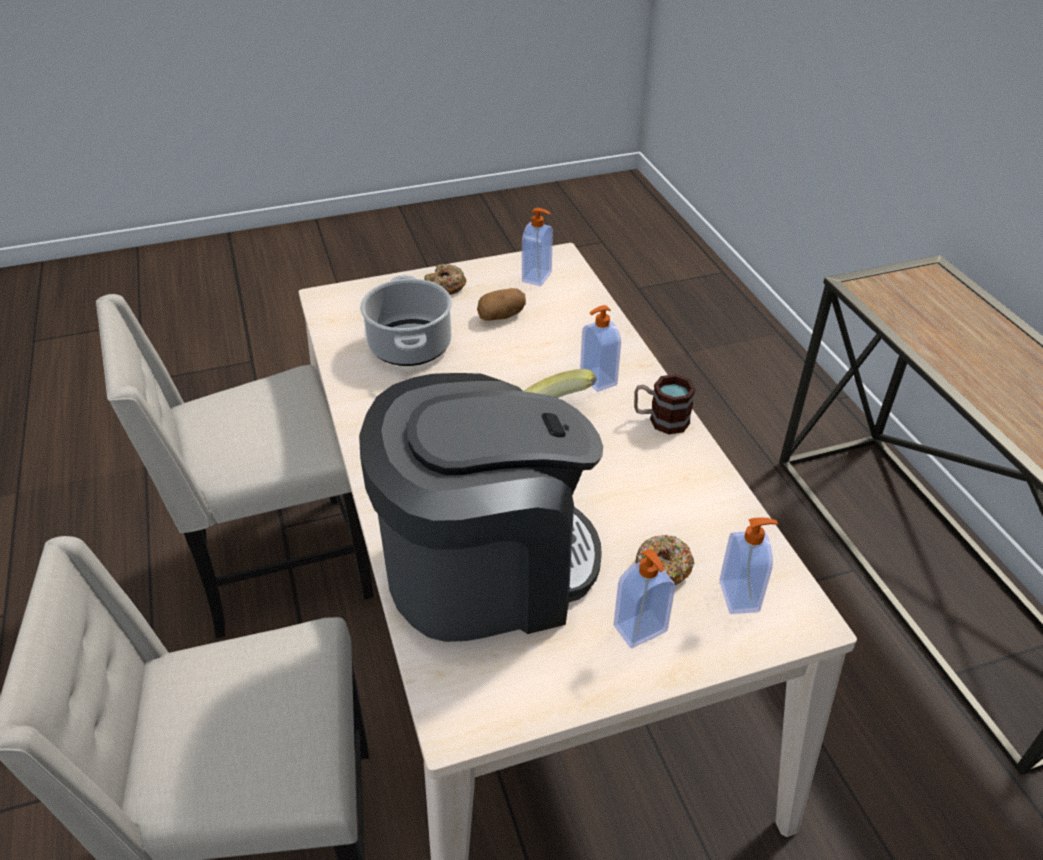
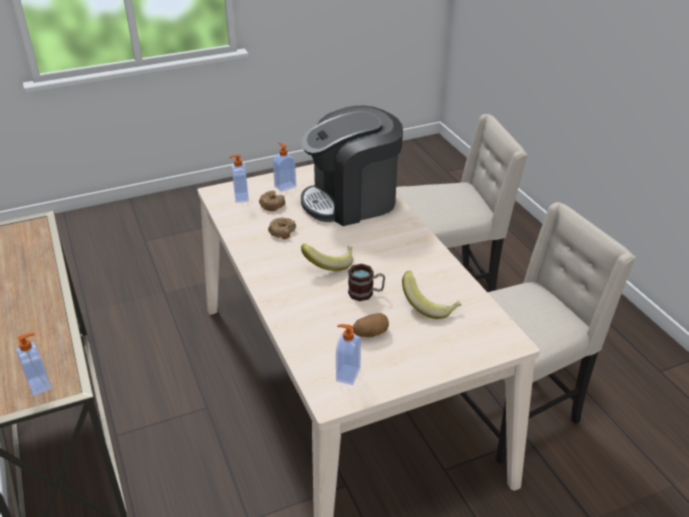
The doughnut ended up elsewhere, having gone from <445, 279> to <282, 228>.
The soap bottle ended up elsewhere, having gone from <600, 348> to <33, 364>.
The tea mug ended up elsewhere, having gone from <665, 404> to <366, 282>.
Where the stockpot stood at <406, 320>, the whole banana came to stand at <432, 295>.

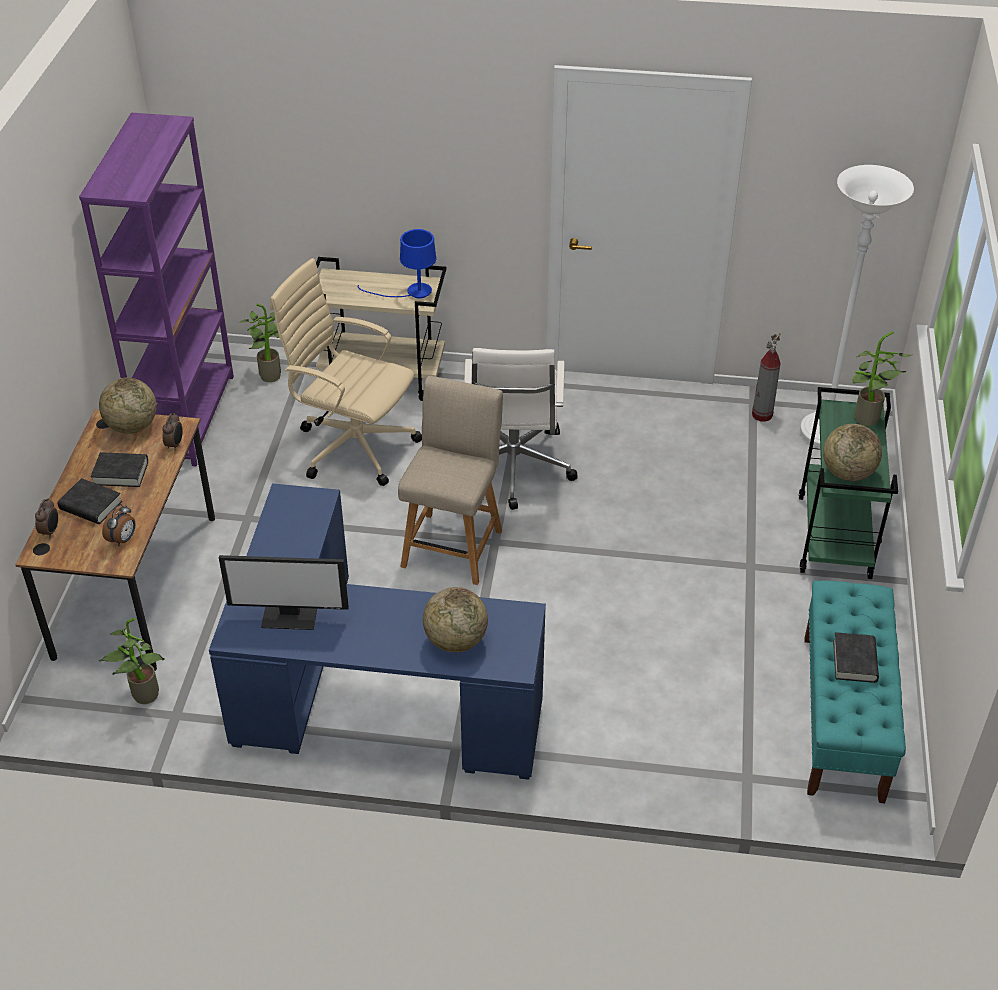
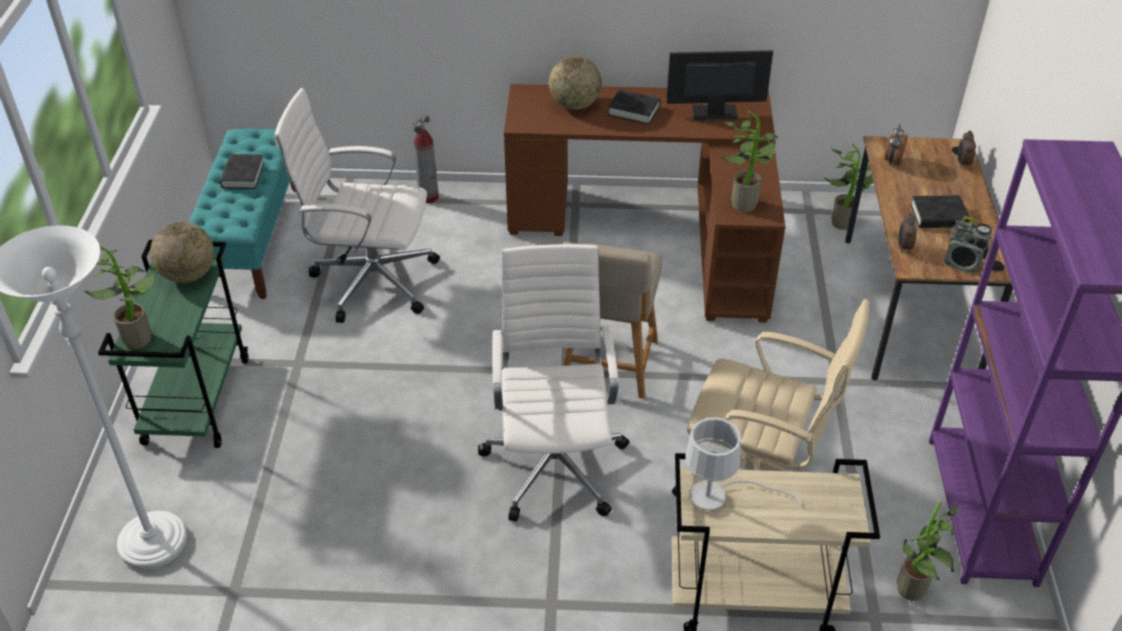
The second view gained the white computer chair at <357, 205>.
The second view gained the houseplant at <749, 161>.
The blackish volume ended up elsewhere, having gone from <90, 501> to <634, 107>.
The fire extinguisher ended up elsewhere, having gone from <766, 377> to <426, 159>.
Where the world globe stood at <128, 406>, the radio came to stand at <968, 244>.
What was the blue-coloured desk at <377, 631> turned into the brownish desk at <644, 203>.
What was the blue-coloured lamp for a table at <397, 264> turned into the white lamp for a table at <744, 463>.

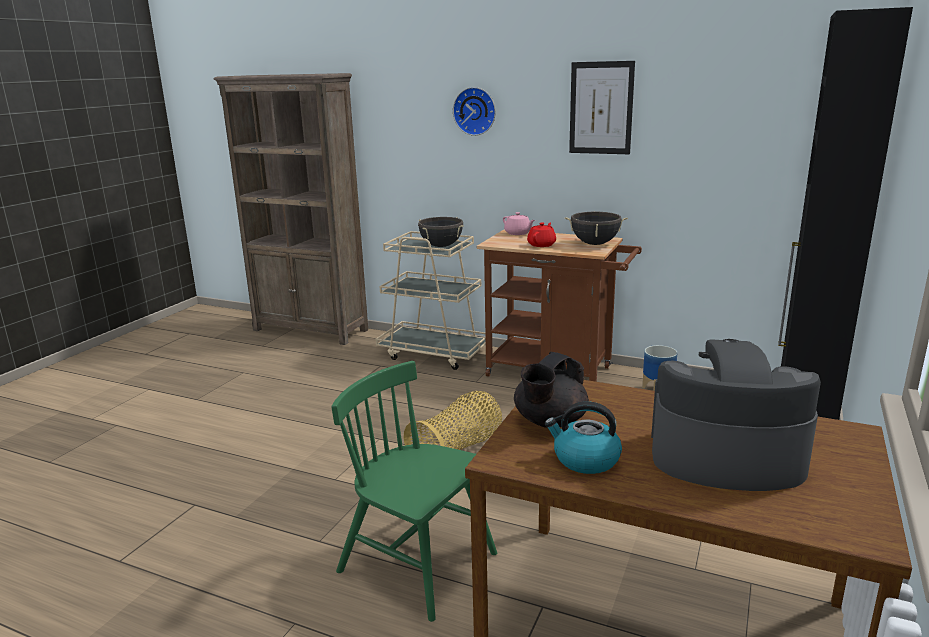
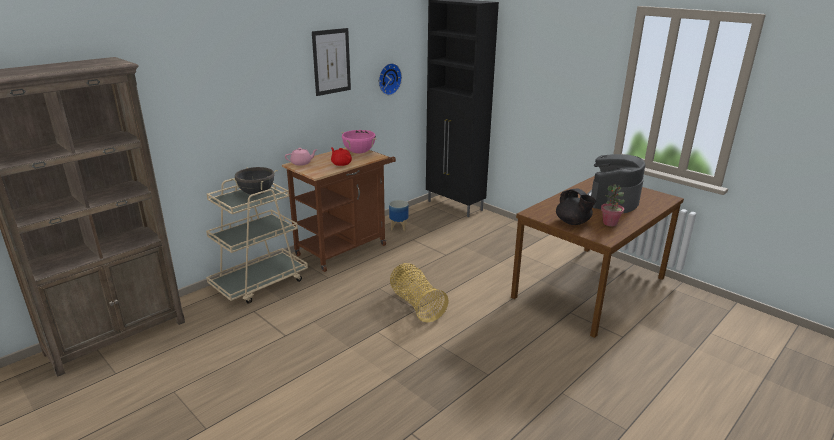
The second view lost the greenish upright chair at <414, 491>.
The wall clock ended up elsewhere, having gone from <474, 111> to <390, 79>.
Where the kettle stood at <583, 437>, the houseplant came to stand at <613, 205>.
What was the blackish stockpot at <596, 228> turned into the pink-coloured stockpot at <359, 142>.

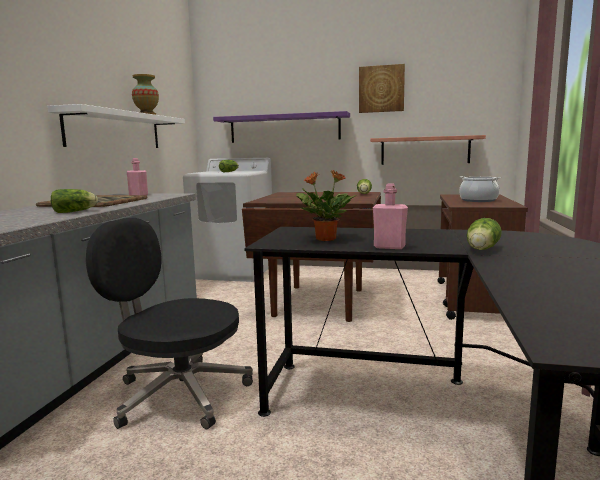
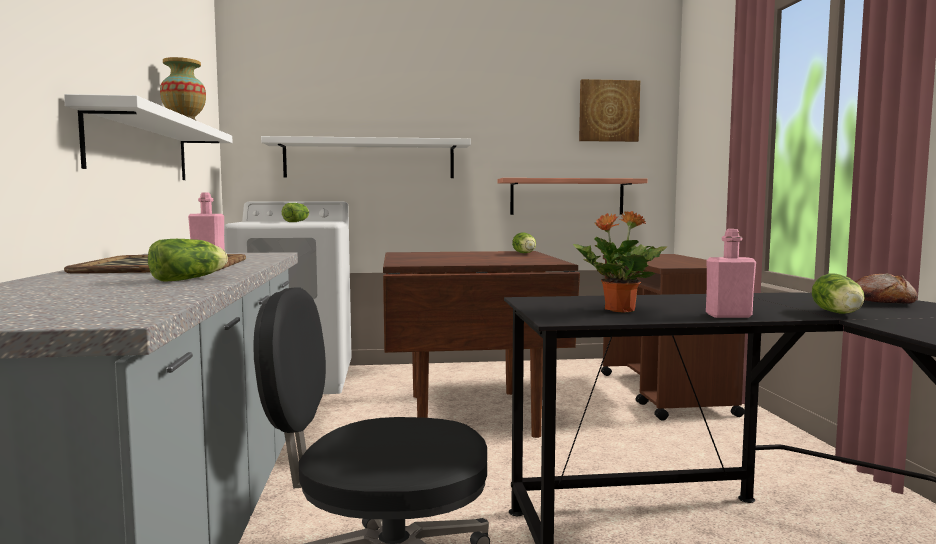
The second view lost the stockpot at <480, 189>.
The second view gained the baked bread at <886, 288>.
The wall picture ended up elsewhere, having gone from <382, 88> to <609, 110>.
What was the purplish shelf at <281, 127> turned into the white shelf at <366, 157>.

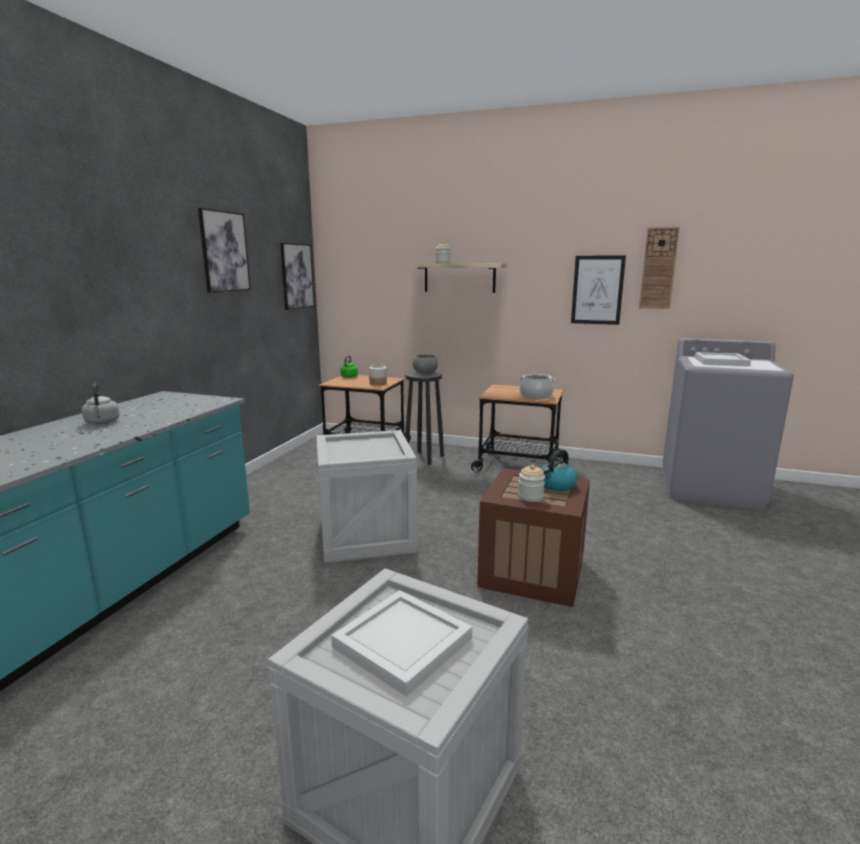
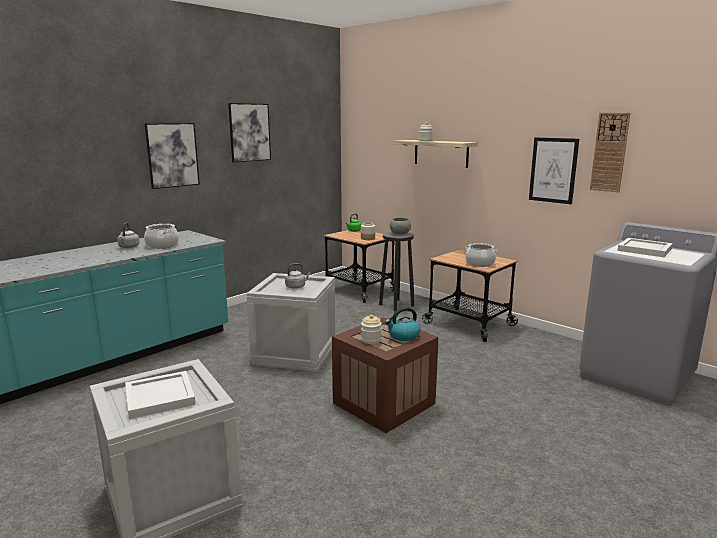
The second view gained the stockpot at <161, 236>.
The second view gained the greyish kettle at <298, 276>.
The wall picture ended up elsewhere, having gone from <297, 276> to <172, 156>.

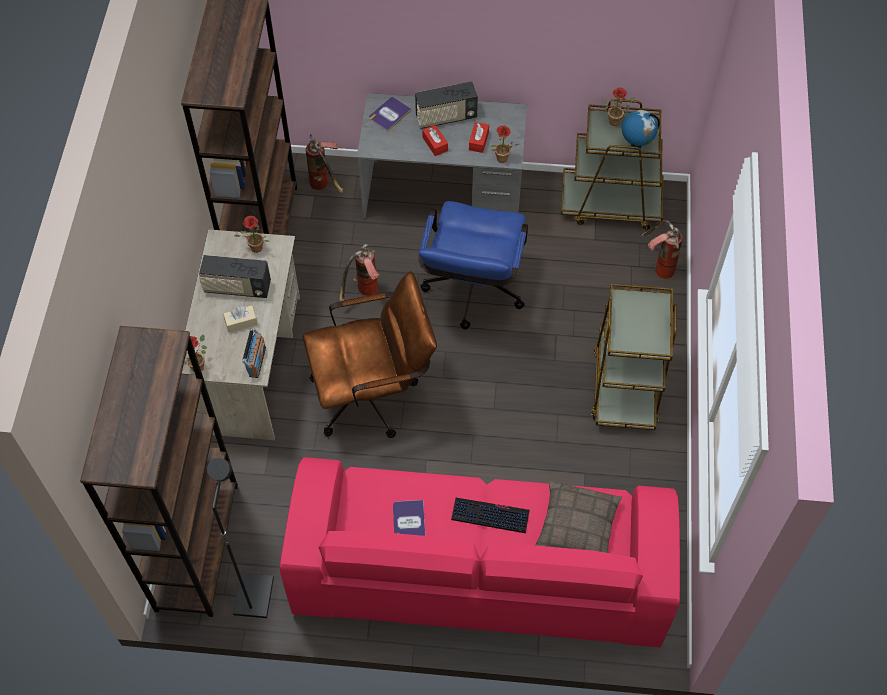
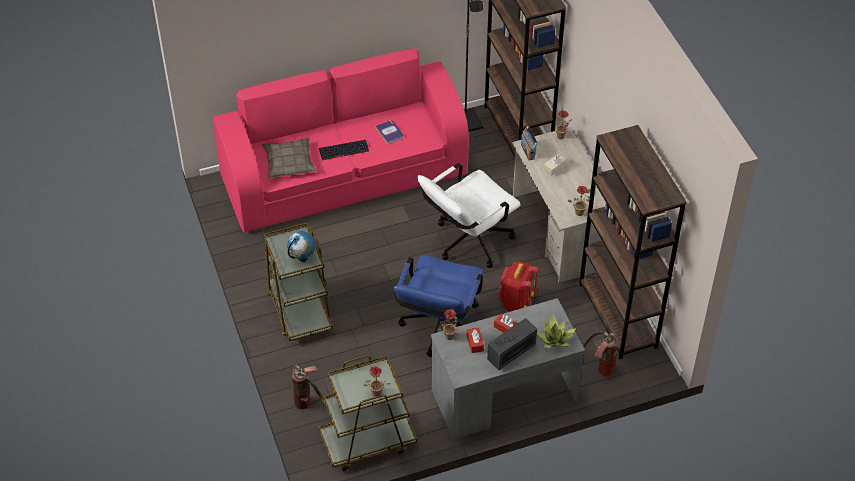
The second view lost the radio at <235, 276>.
The world globe ended up elsewhere, having gone from <641, 130> to <301, 246>.
Where the fire extinguisher stood at <359, 272>, the red rucksack came to stand at <518, 286>.
Where the volume stood at <390, 114>, the houseplant came to stand at <556, 331>.
What was the brownish computer chair at <370, 354> turned into the white computer chair at <469, 215>.
The blue-coloured computer chair at <473, 265> ended up facing another way, 150 degrees counterclockwise from before.

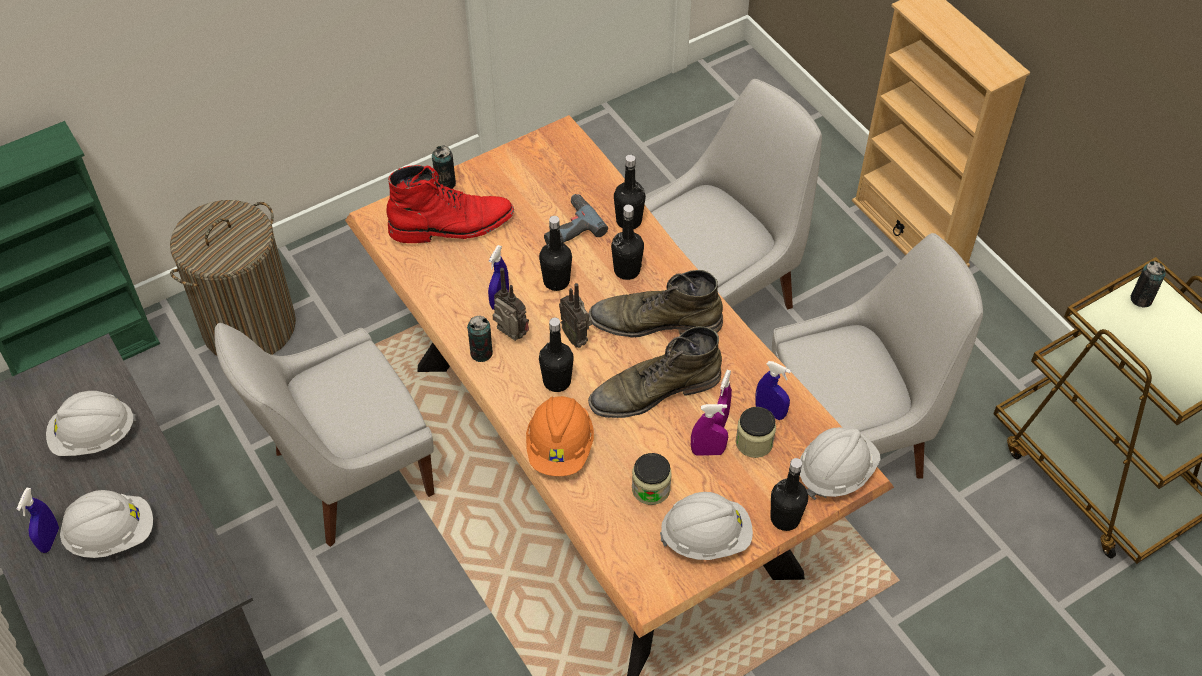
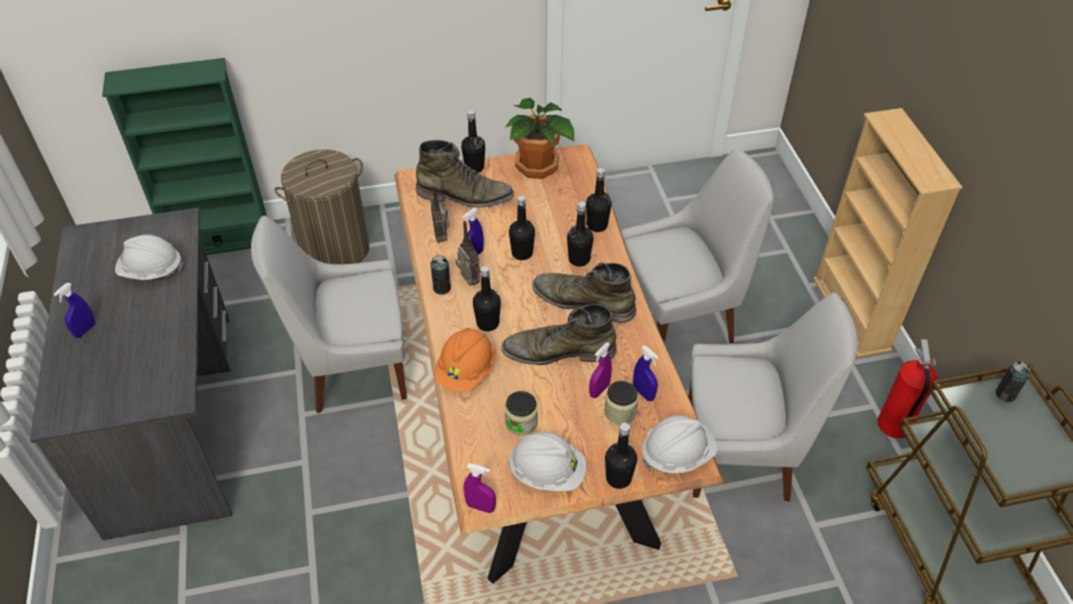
The second view lost the white safety helmet at <106, 524>.
The second view lost the drill at <576, 219>.
The second view gained the houseplant at <540, 138>.
The second view gained the fire extinguisher at <907, 389>.
The radio ended up elsewhere, having gone from <575, 315> to <440, 214>.
The purplish hand sprayer ended up elsewhere, having gone from <709, 429> to <480, 488>.
Where the sealed can stood at <444, 167>, the blackish bottle came to stand at <473, 141>.
What was the red high-top boot at <450, 204> turned into the greenish high-top boot at <465, 174>.

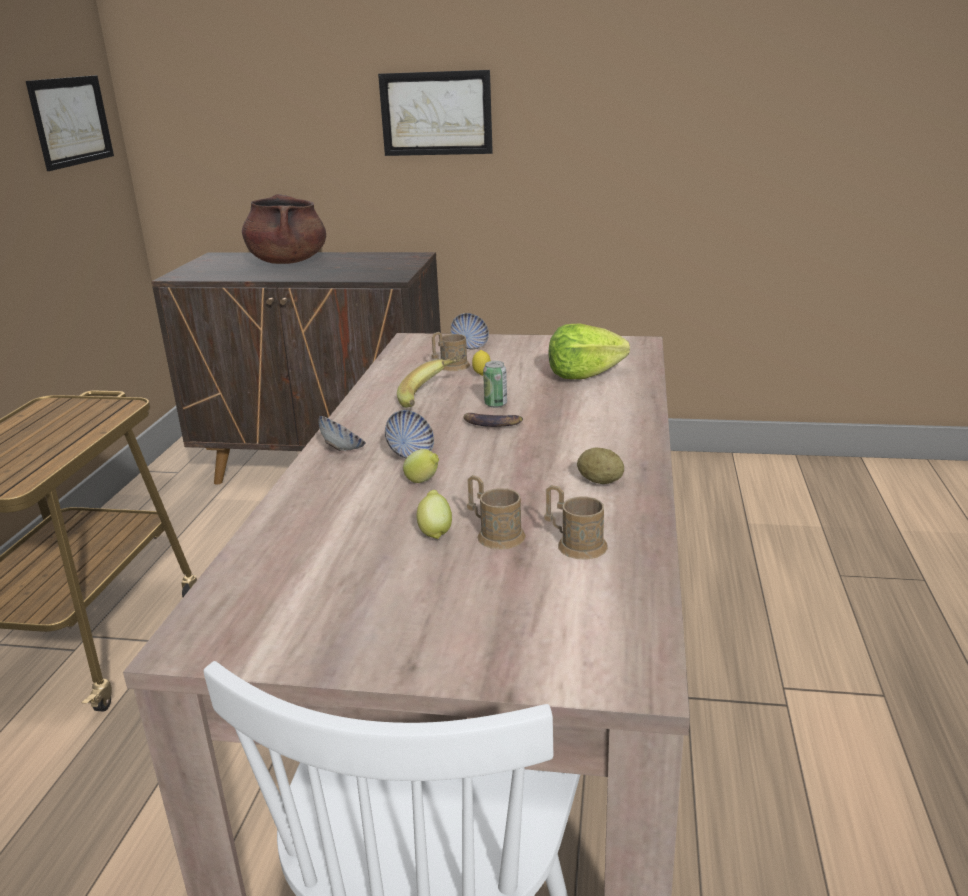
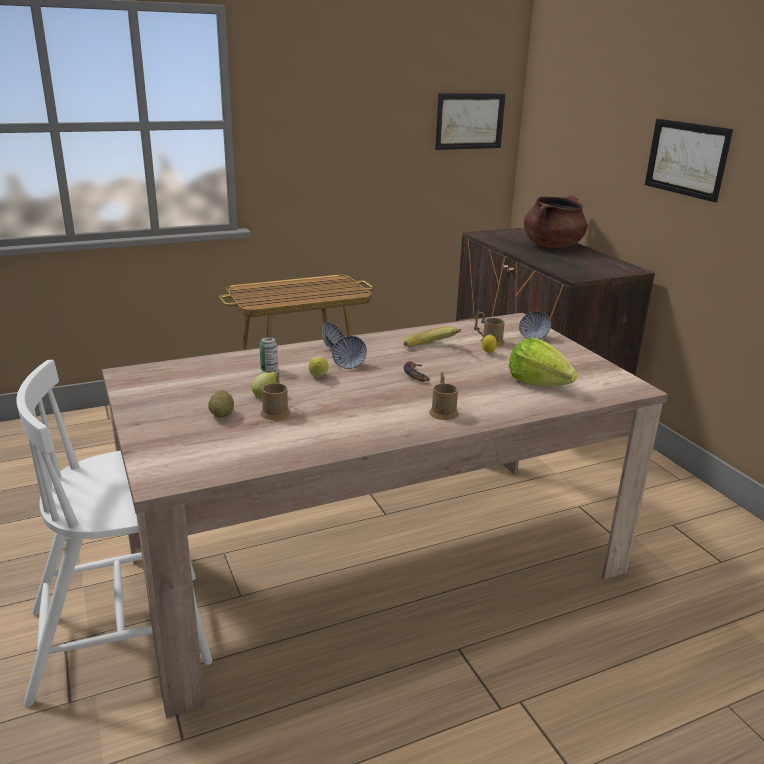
The sealed can ended up elsewhere, having gone from <495, 384> to <268, 354>.
The brownish tea mug ended up elsewhere, having gone from <576, 522> to <444, 395>.
The potato ended up elsewhere, having gone from <600, 465> to <221, 404>.

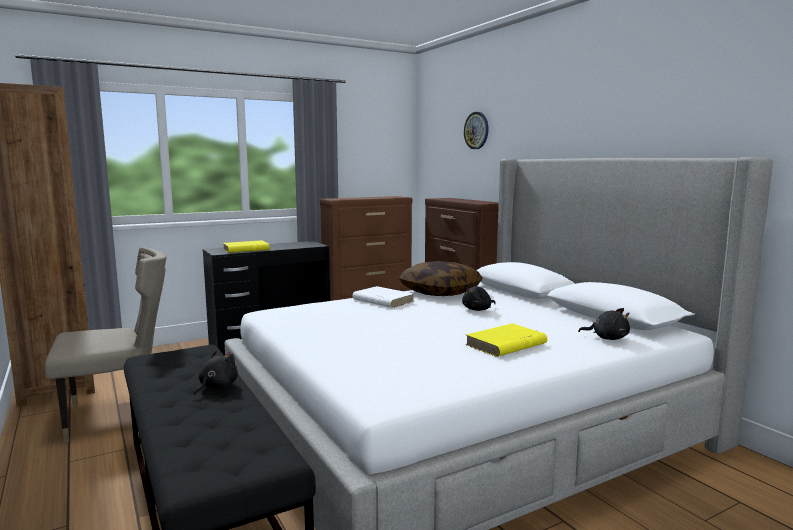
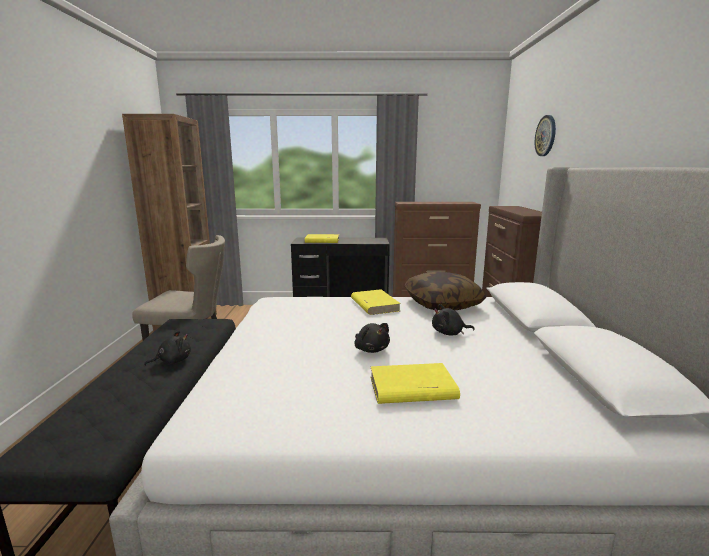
The blackish soft toy ended up elsewhere, having gone from <604, 324> to <372, 338>.
What was the white volume at <383, 297> turned into the yellowish volume at <376, 302>.

